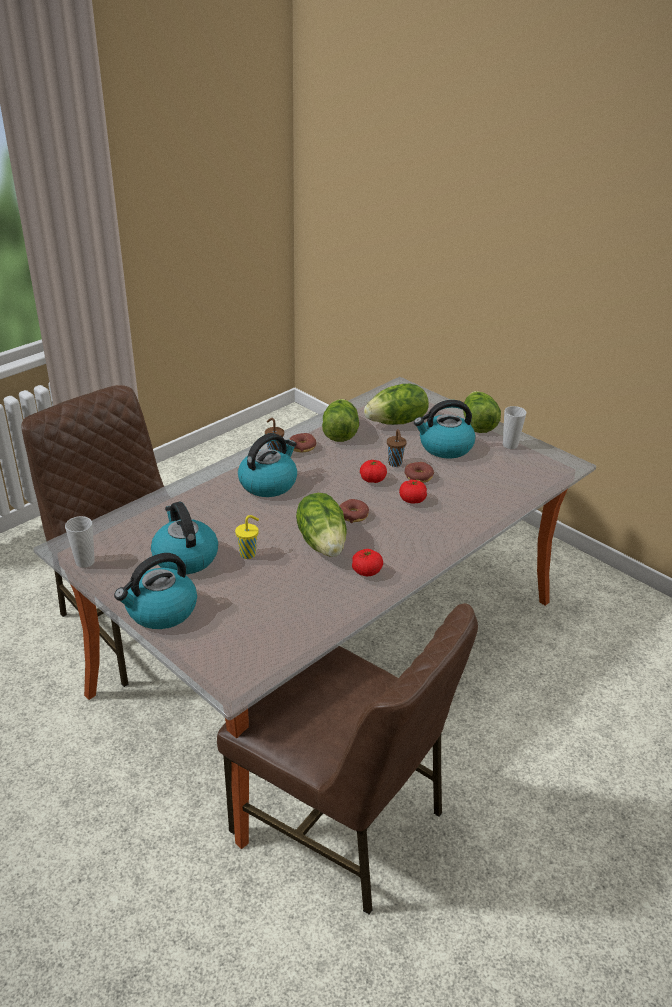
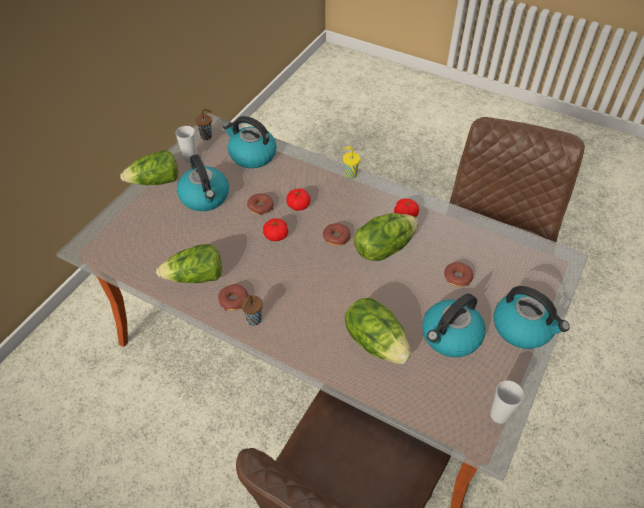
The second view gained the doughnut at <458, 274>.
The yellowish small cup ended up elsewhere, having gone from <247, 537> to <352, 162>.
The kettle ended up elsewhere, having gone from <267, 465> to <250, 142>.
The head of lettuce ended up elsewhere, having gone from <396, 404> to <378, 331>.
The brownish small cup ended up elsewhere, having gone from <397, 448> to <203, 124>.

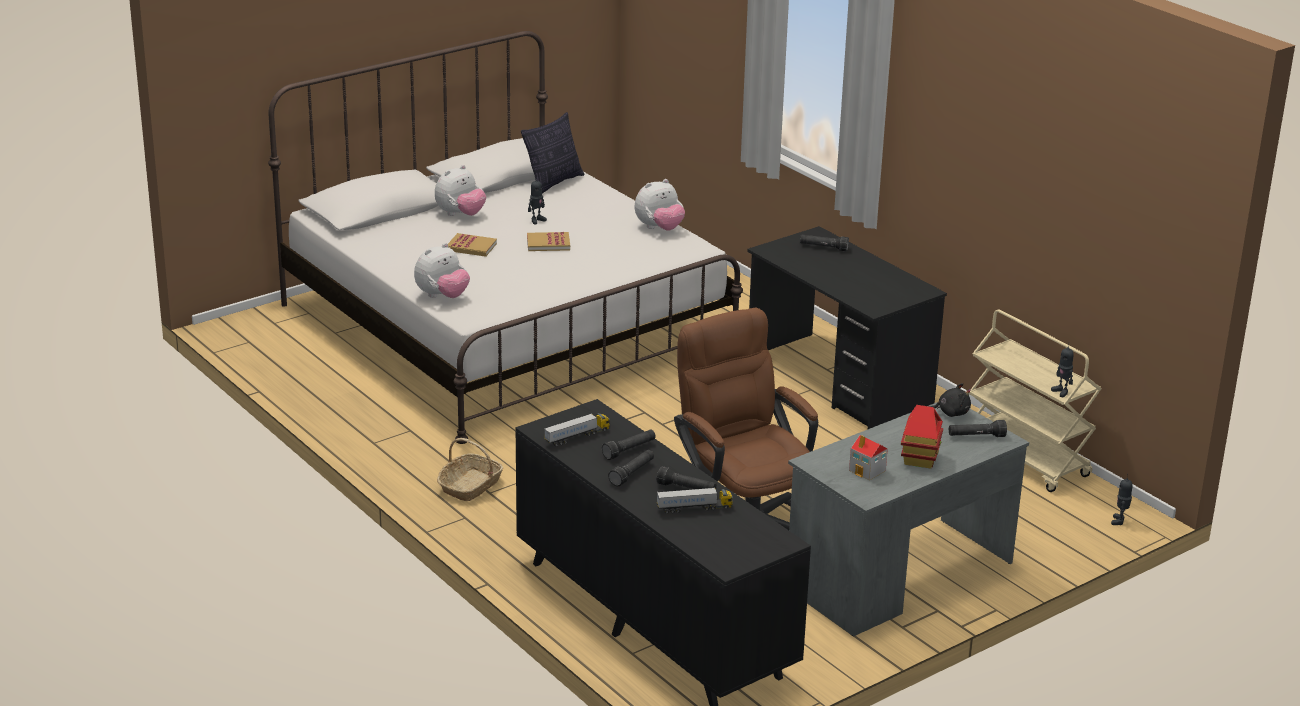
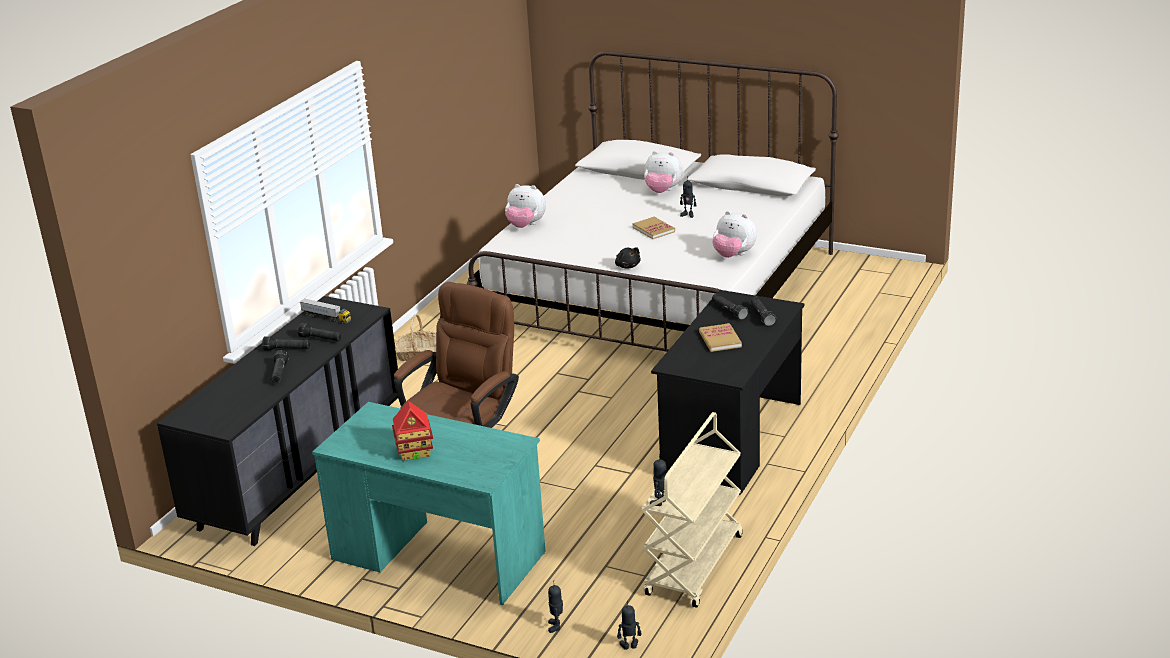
The second view lost the pillow at <552, 152>.
The second view lost the model truck at <695, 500>.
The second view lost the miniature house at <868, 457>.
The second view gained the model robot at <555, 609>.
The volume ended up elsewhere, having gone from <472, 245> to <720, 337>.
The blackish soft toy ended up elsewhere, having gone from <950, 400> to <628, 258>.
The blackish torch ended up elsewhere, having gone from <978, 428> to <730, 307>.
What was the greyish desk at <908, 519> turned into the turquoise-coloured desk at <429, 503>.

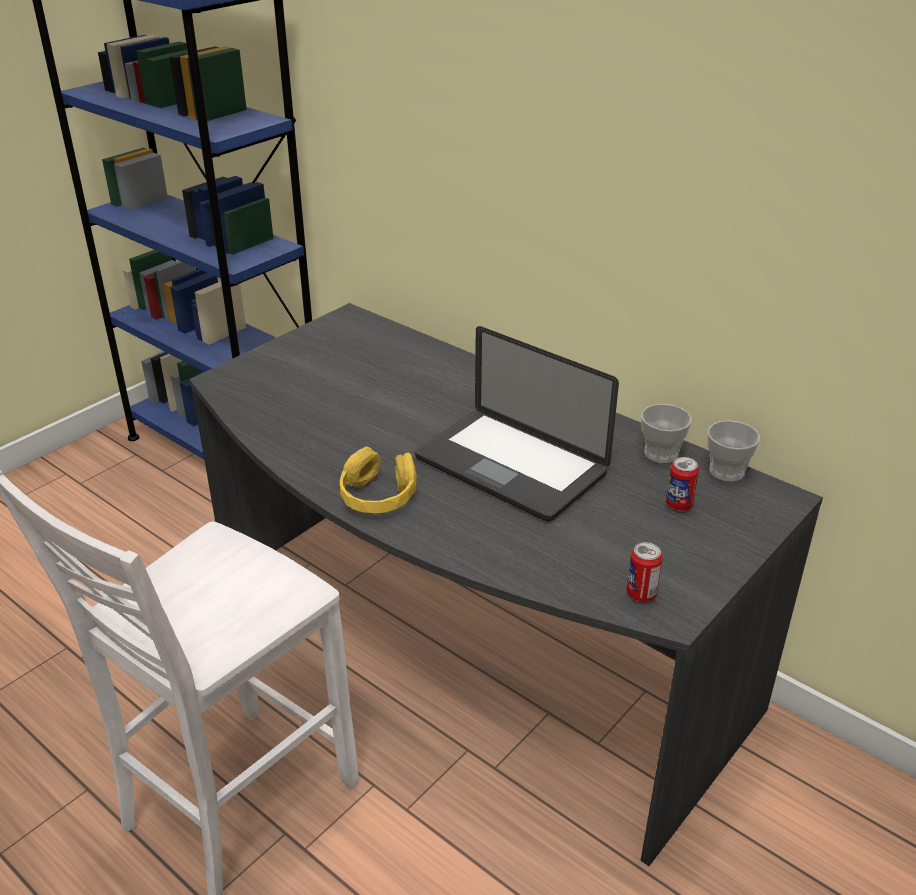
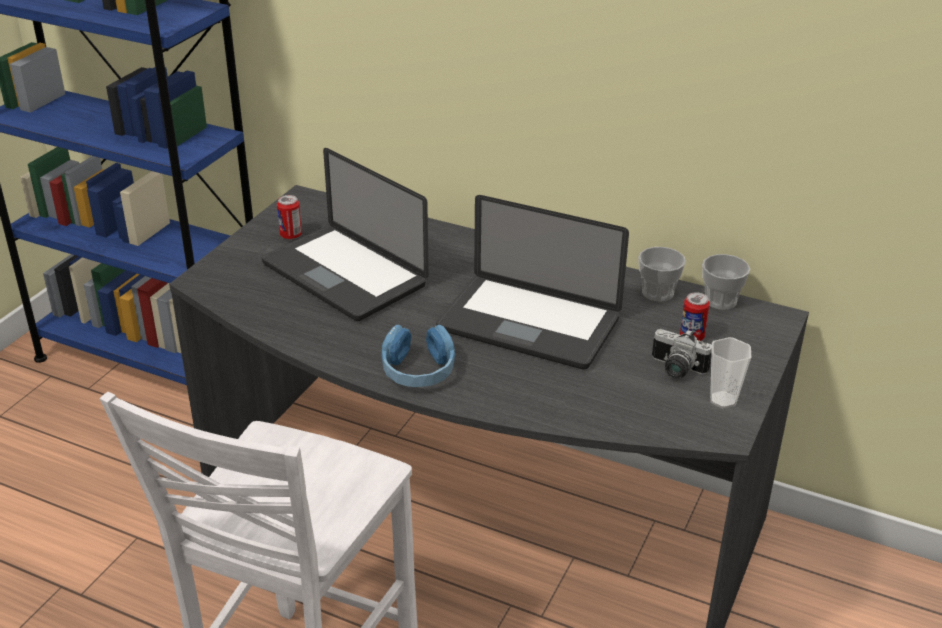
The second view gained the portable computer at <345, 234>.
The second view gained the photo camera at <682, 354>.
The second view gained the small cup at <730, 373>.
The sealed can ended up elsewhere, having gone from <644, 572> to <289, 217>.
What was the yellowish headset at <378, 480> turned into the blue-coloured headset at <418, 356>.

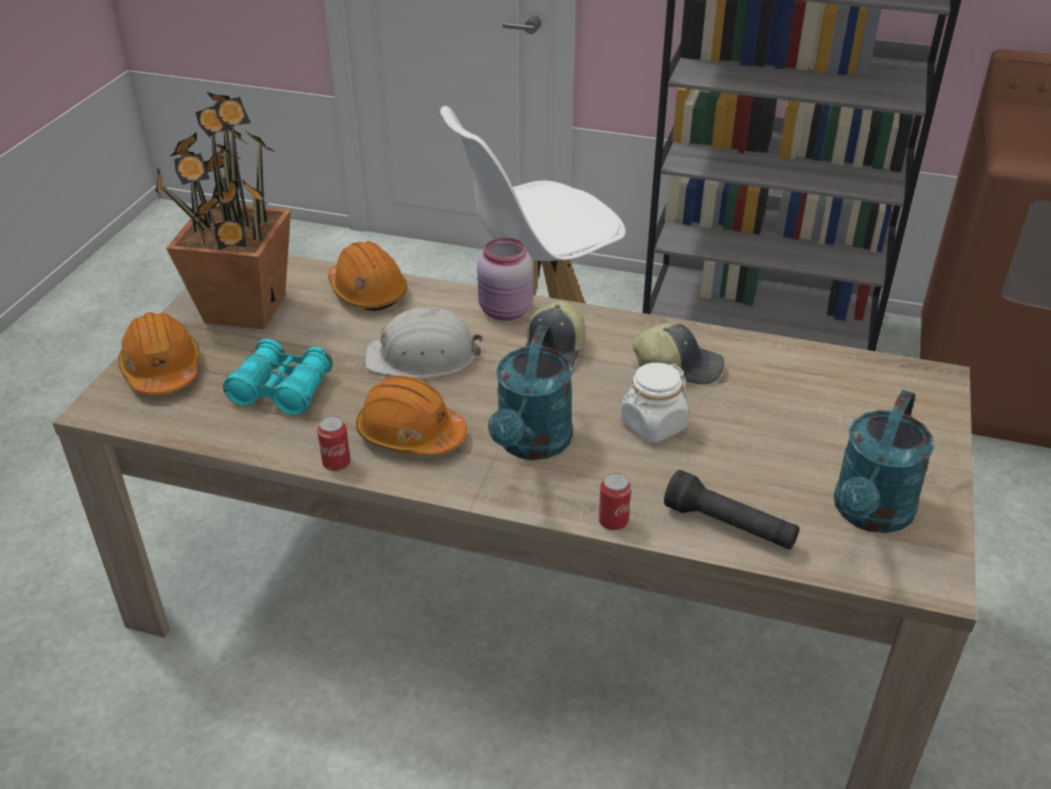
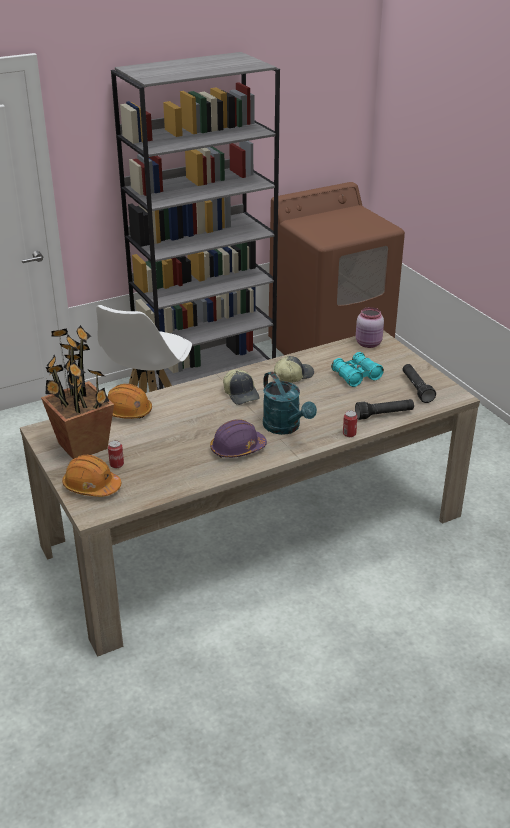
The second view lost the white safety helmet at <424, 342>.
The second view lost the white preserve jar at <654, 403>.
The turquoise-coloured binoculars ended up elsewhere, having gone from <278, 377> to <357, 369>.
The sealed can ended up elsewhere, having gone from <334, 443> to <116, 454>.
The pink-coloured preserve jar ended up elsewhere, having gone from <505, 279> to <370, 327>.
Where the turquoise-coloured watering pot stood at <884, 461>, the blackish torch came to stand at <419, 383>.
What was the orangey safety helmet at <411, 415> turned into the purplish safety helmet at <238, 438>.

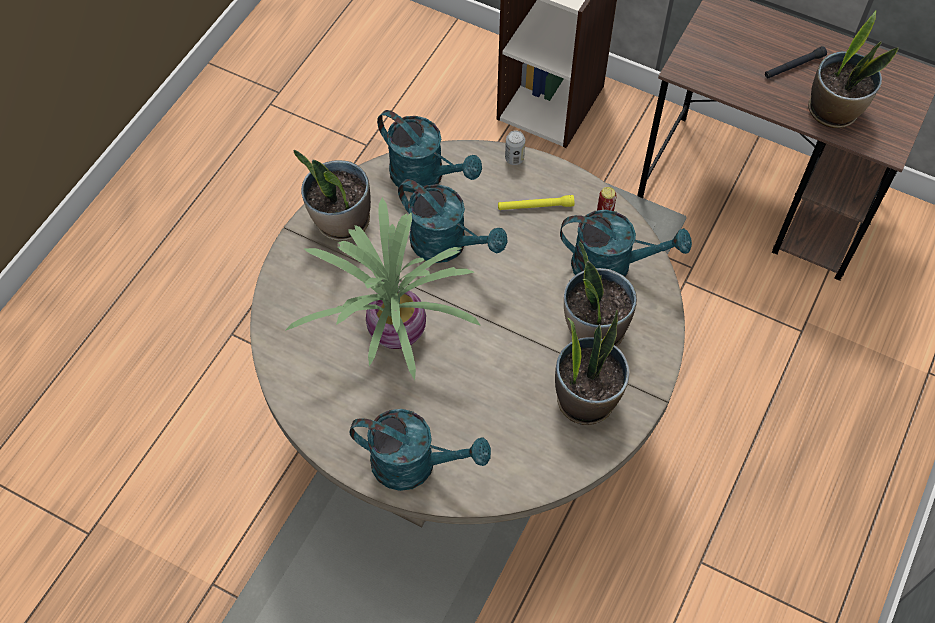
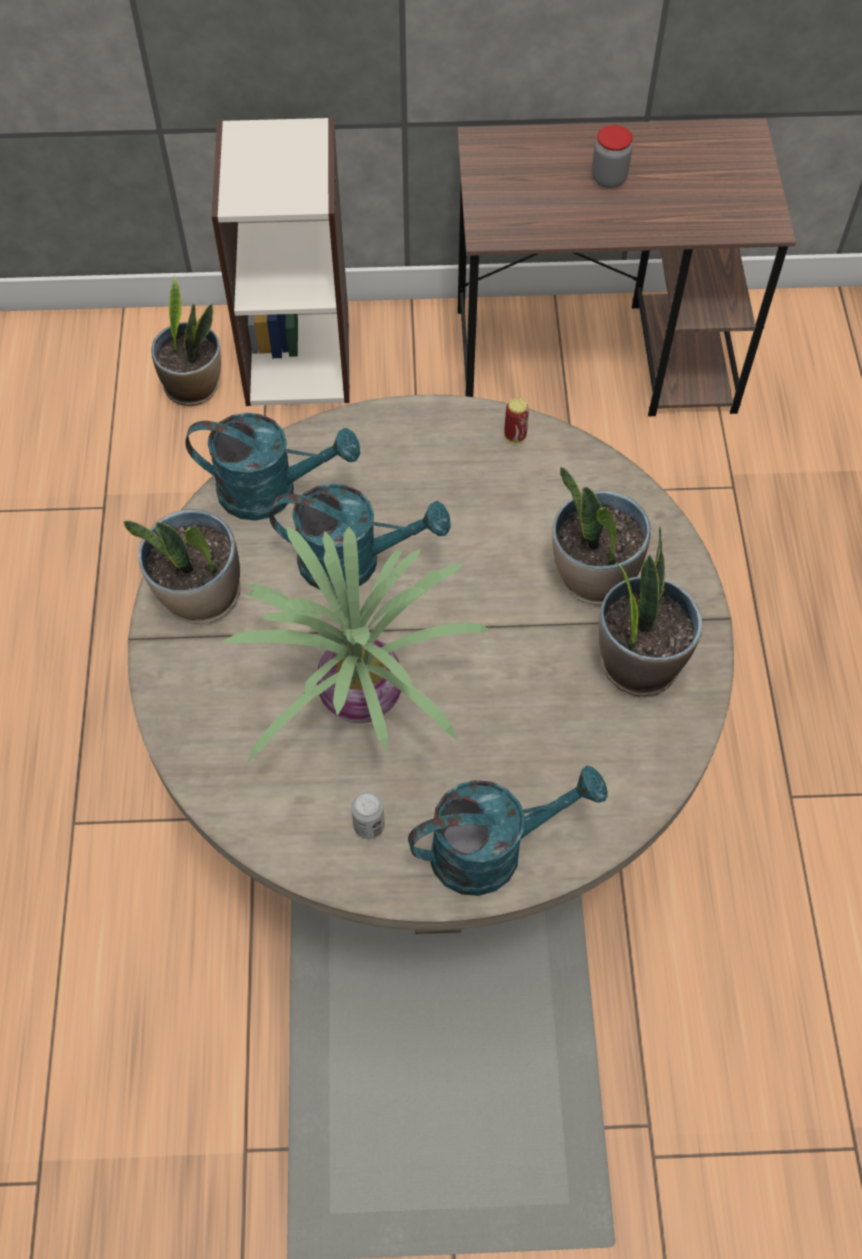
The second view lost the yellowish torch at <536, 202>.
The second view lost the turquoise-coloured watering pot at <626, 243>.
The sealed can ended up elsewhere, having gone from <515, 147> to <368, 815>.
The houseplant ended up elsewhere, having gone from <853, 69> to <186, 341>.
Where the blackish torch stood at <796, 62>, the preserve jar came to stand at <612, 156>.

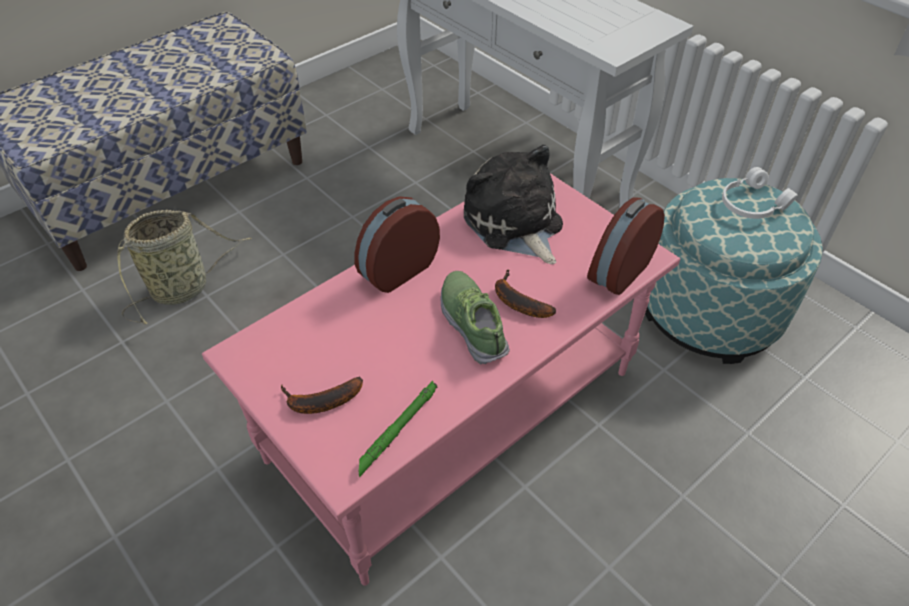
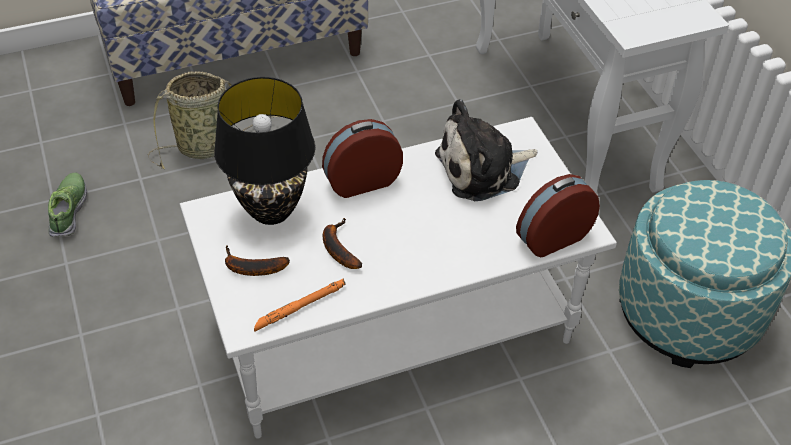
The second view lost the white headset at <760, 193>.
The second view gained the blackish lamp for a table at <264, 151>.
The item of footwear ended up elsewhere, having gone from <475, 317> to <67, 204>.
The whole banana ended up elsewhere, having gone from <525, 293> to <342, 243>.
What was the pink-coloured lounge table at <441, 379> turned into the white lounge table at <398, 278>.
What was the greenish torch at <398, 429> turned into the orangey torch at <300, 305>.
The soft toy at <513, 204> ended up facing another way, 105 degrees counterclockwise from before.

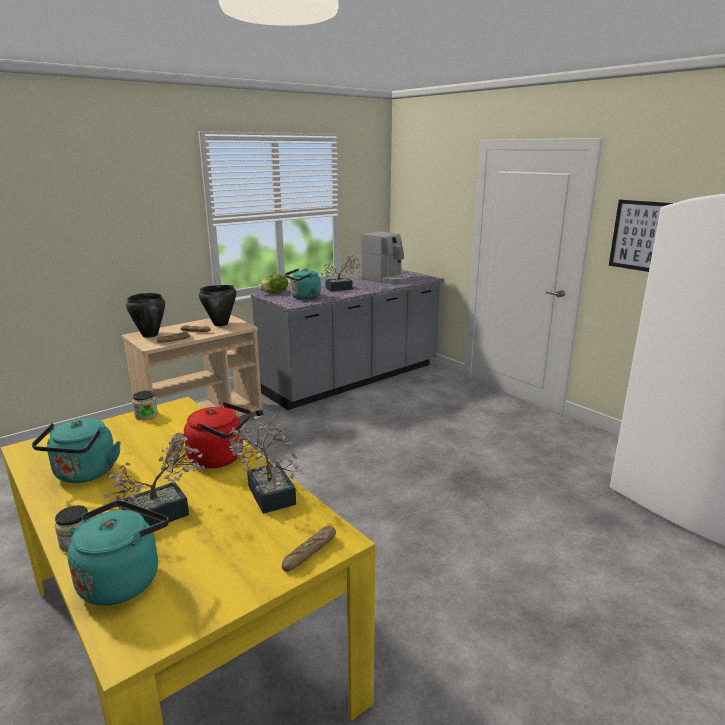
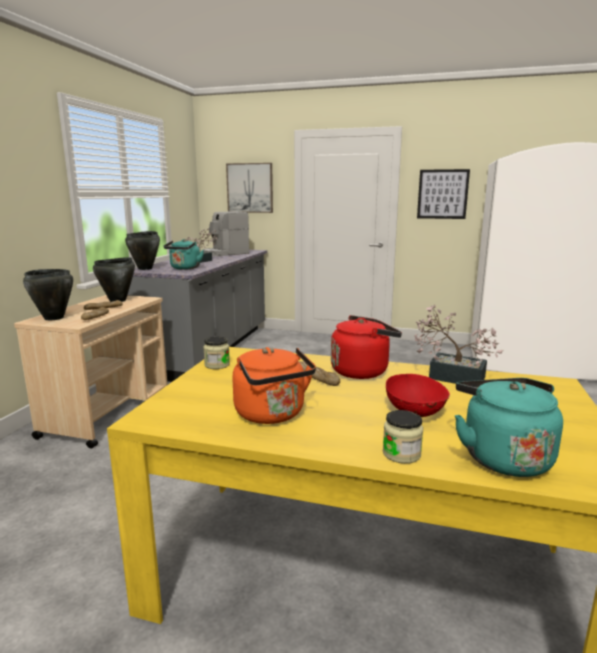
The second view lost the baked bread at <309, 549>.
The second view gained the wall picture at <249, 188>.
Where the houseplant stood at <154, 480>, the red serving bowl came to stand at <418, 395>.
Where the head of lettuce stood at <273, 283>, the blackish stockpot came to stand at <142, 250>.
What was the turquoise-coloured kettle at <76, 450> turned into the orangey kettle at <274, 385>.
The coffee maker at <386, 258> ended up facing another way, 135 degrees clockwise from before.

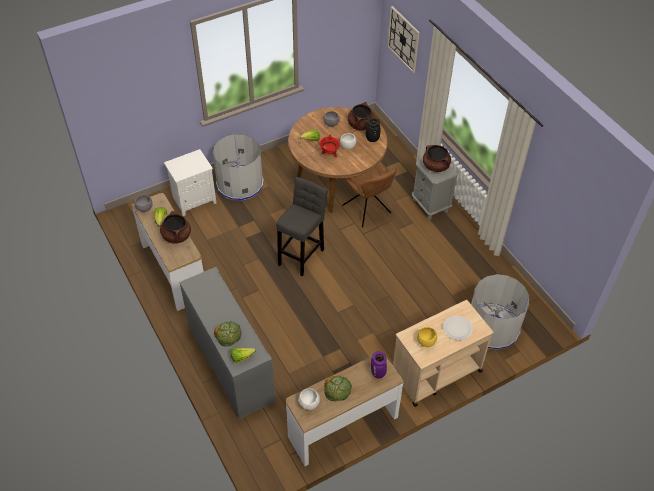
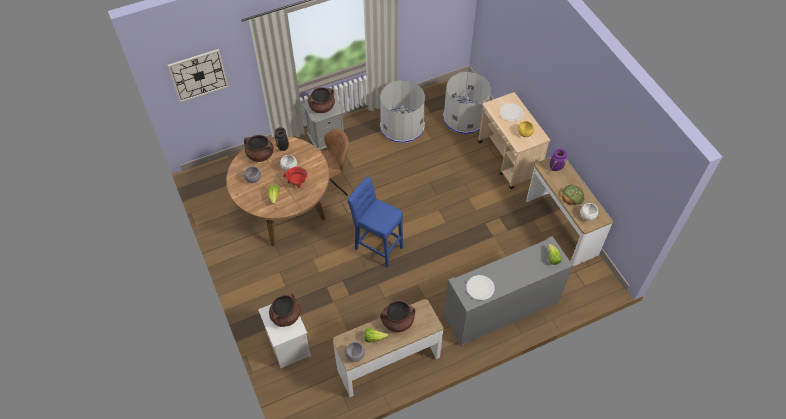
The second view lost the baked bread at <228, 334>.
The second view gained the brownish stockpot at <285, 310>.
The second view gained the white flat dish at <480, 287>.
The greyish waste bin ended up elsewhere, having gone from <238, 167> to <402, 111>.
What was the greyish stool seat at <302, 226> turned into the blue-coloured stool seat at <375, 222>.

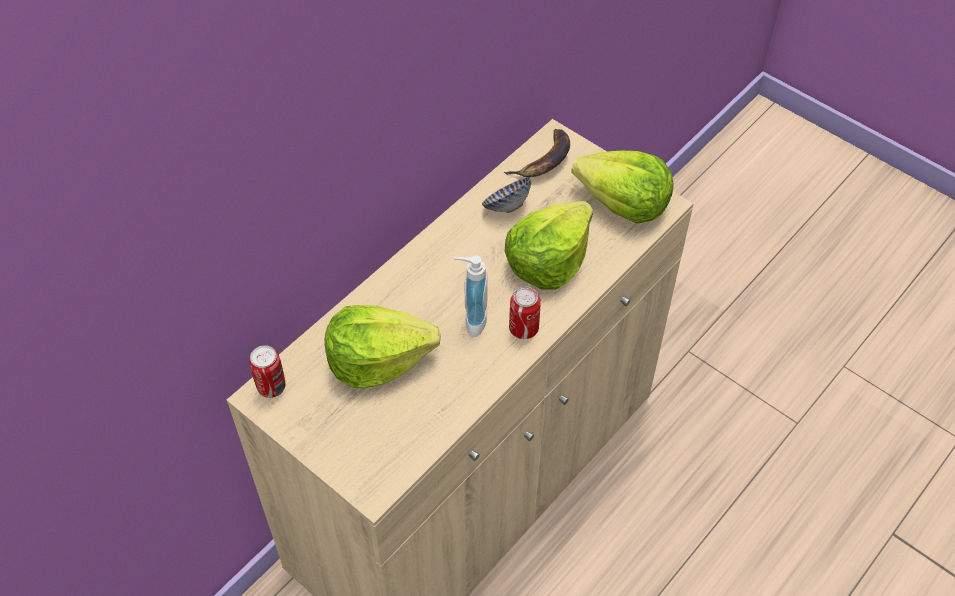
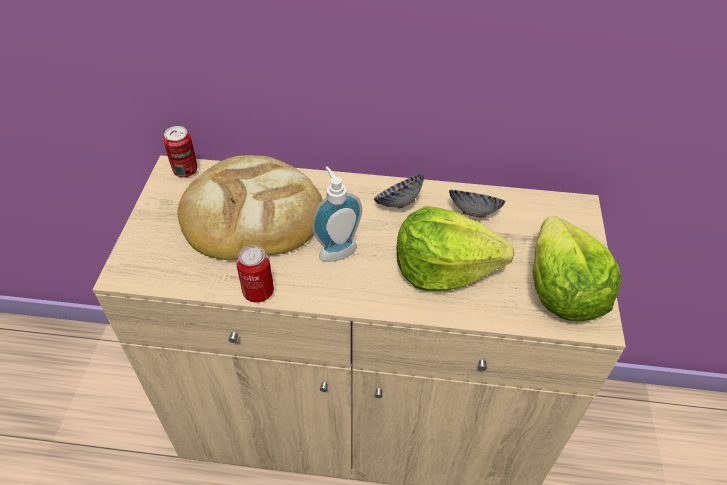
The second view lost the whole banana at <537, 153>.
The second view gained the serving bowl at <399, 191>.
The sealed can ended up elsewhere, having gone from <525, 313> to <255, 273>.
Where the head of lettuce stood at <383, 346>, the baked bread came to stand at <250, 207>.

